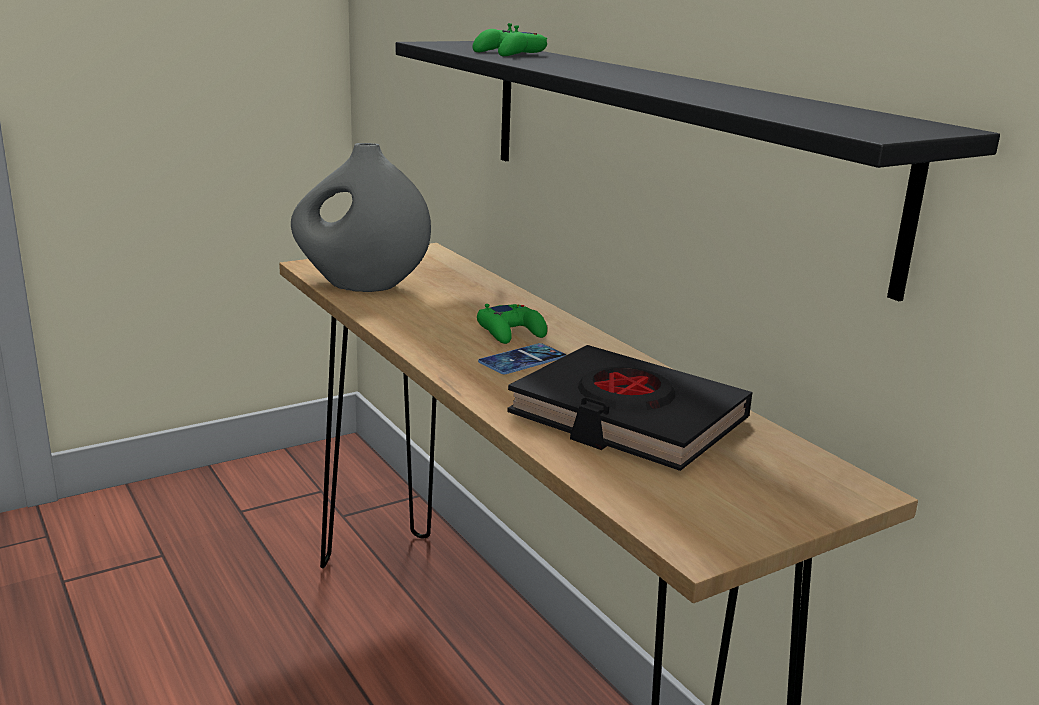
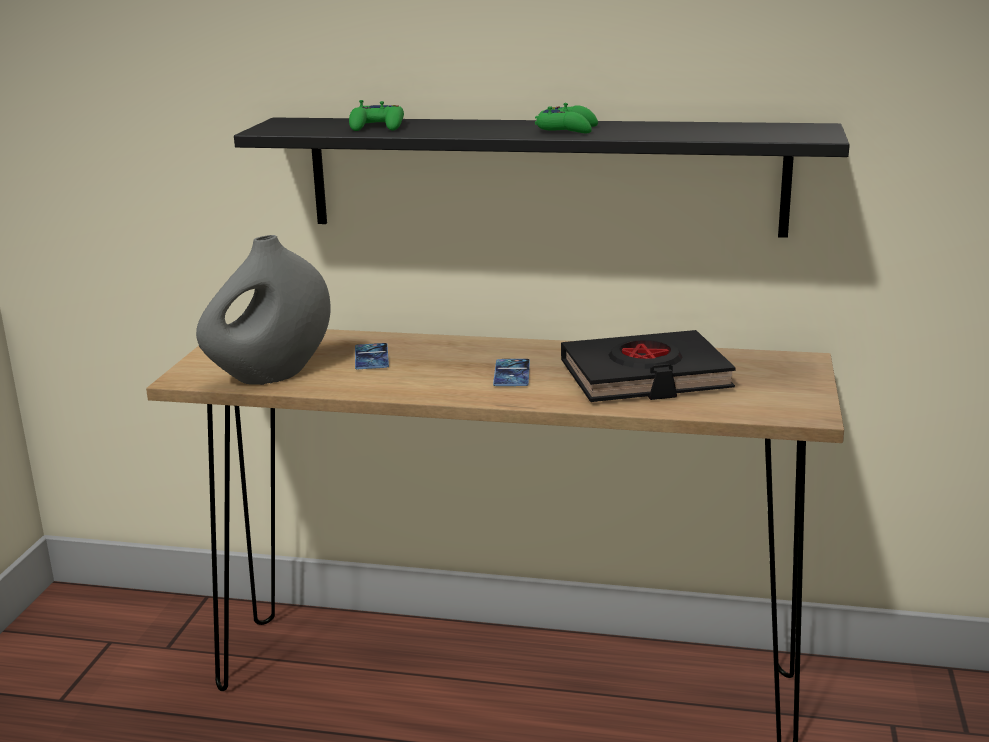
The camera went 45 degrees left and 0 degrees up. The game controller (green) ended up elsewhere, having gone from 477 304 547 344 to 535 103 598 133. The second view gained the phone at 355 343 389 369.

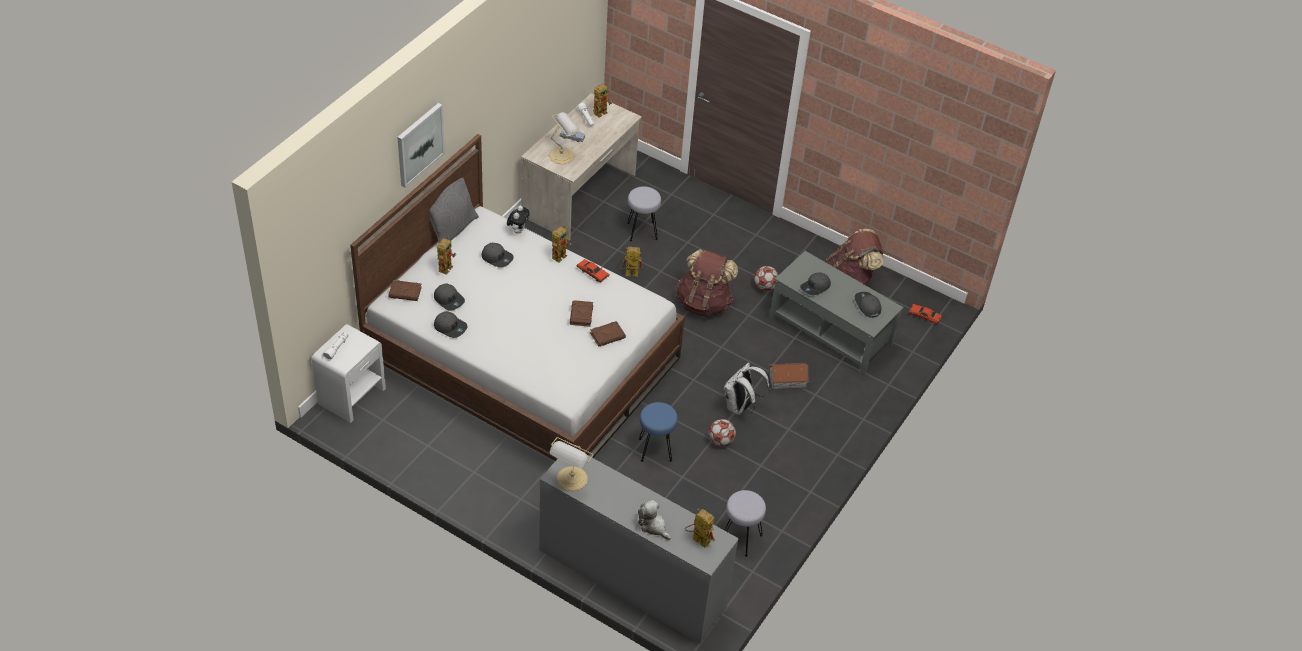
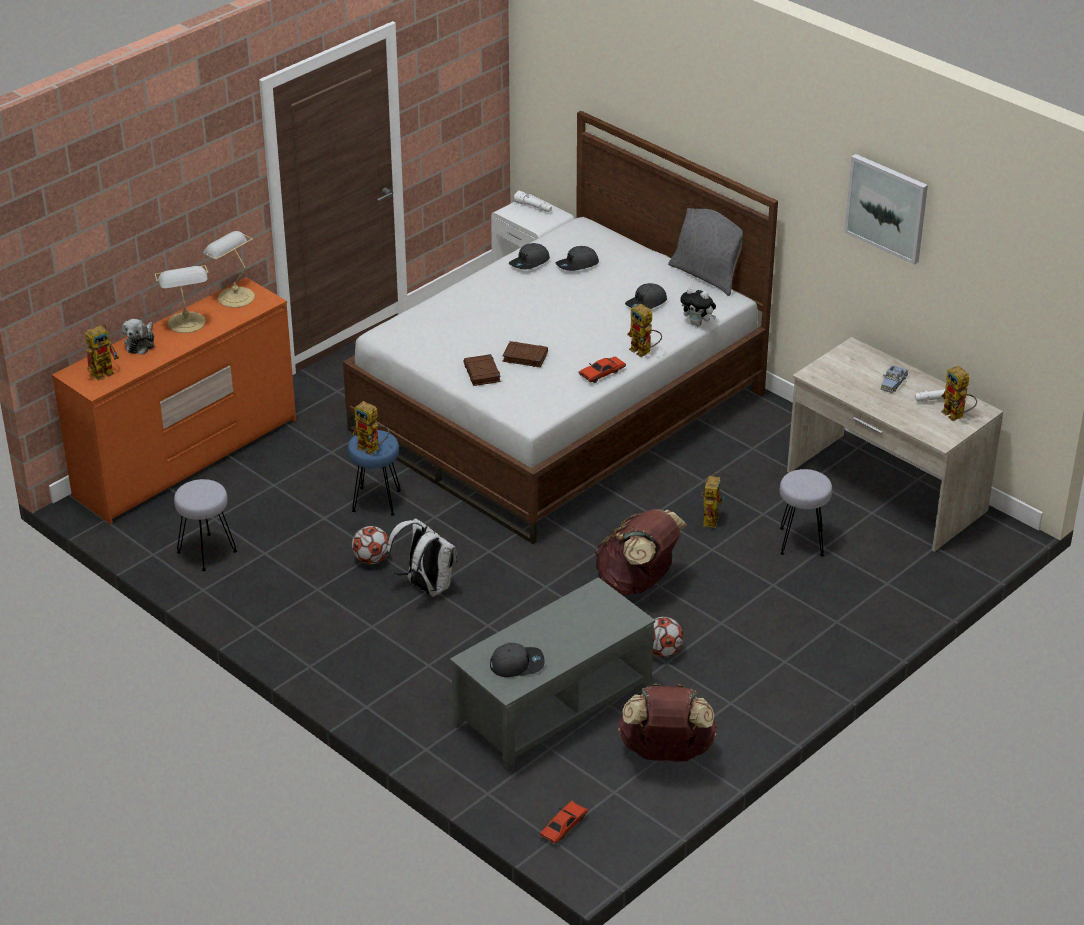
The camera went 105 degrees right and 10 degrees down. The second view lost the book (brown) at 389 280 422 301. The picture ended up elsewhere, having gone from 397 103 445 188 to 844 154 928 265. The toy robot ended up elsewhere, having gone from 437 236 456 275 to 353 401 389 455. What was the dresser (grey) at 539 455 739 644 turned into the dresser (orange) at 52 277 296 524. The table lamp ended up elsewhere, having gone from 549 112 580 164 to 154 265 209 333. The plush toy at 638 500 671 540 ended up facing another way, 135 degrees clockwise from before. The second view lost the toy house at 769 363 809 390. The second view lost the cap (grey) at 800 272 831 295.

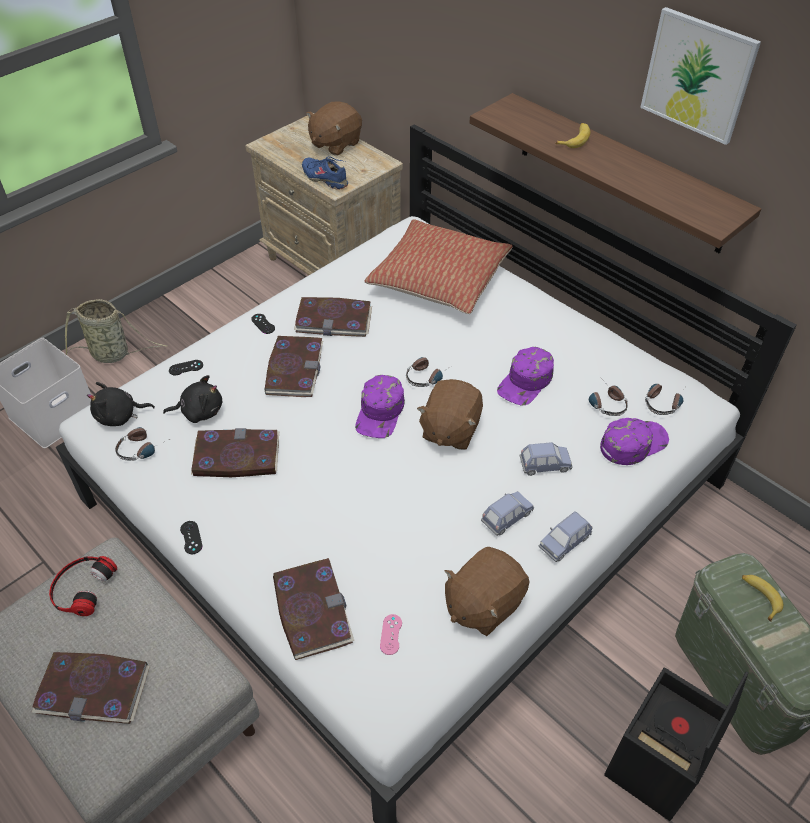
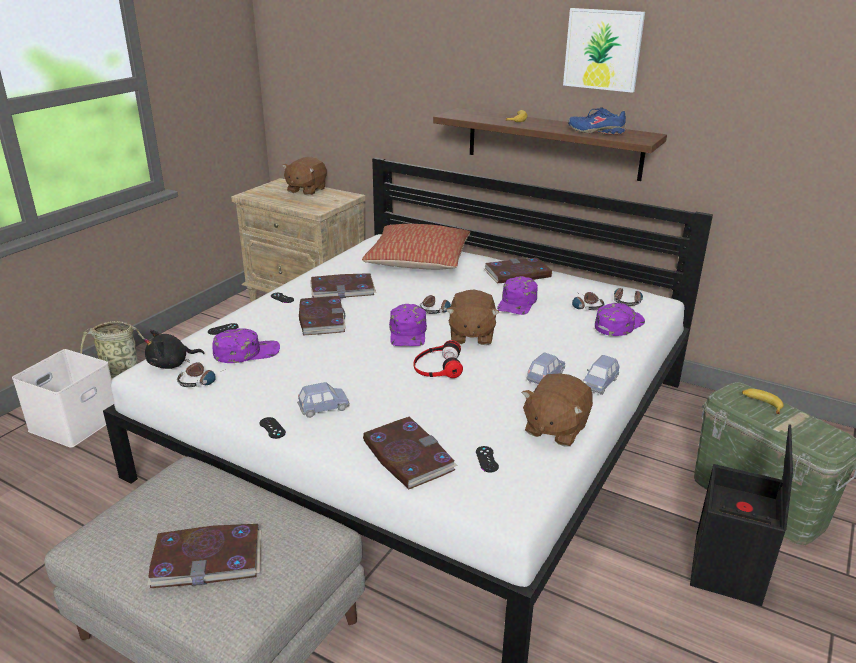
The camera went 15 degrees left and 20 degrees down. The headphones ended up elsewhere, having gone from 49 556 117 616 to 414 340 463 378. Where the plush toy (black) stood at 163 375 222 423, the cap (purple) came to stand at 212 328 280 363. The book ended up elsewhere, having gone from 191 428 279 477 to 484 258 553 283. The shoe (blue) ended up elsewhere, having gone from 302 157 348 190 to 568 107 626 135. What was the game controller (pink) at 380 614 402 655 turned into the game controller (black) at 476 446 499 472. The toy car (blue) ended up elsewhere, having gone from 519 442 573 476 to 297 382 350 418.

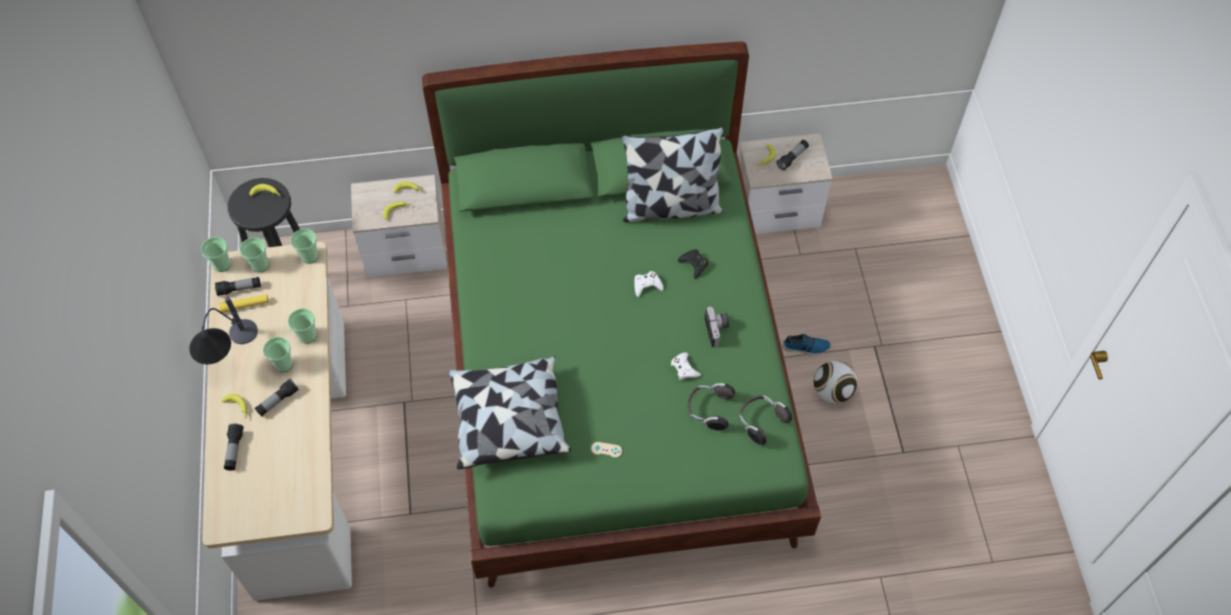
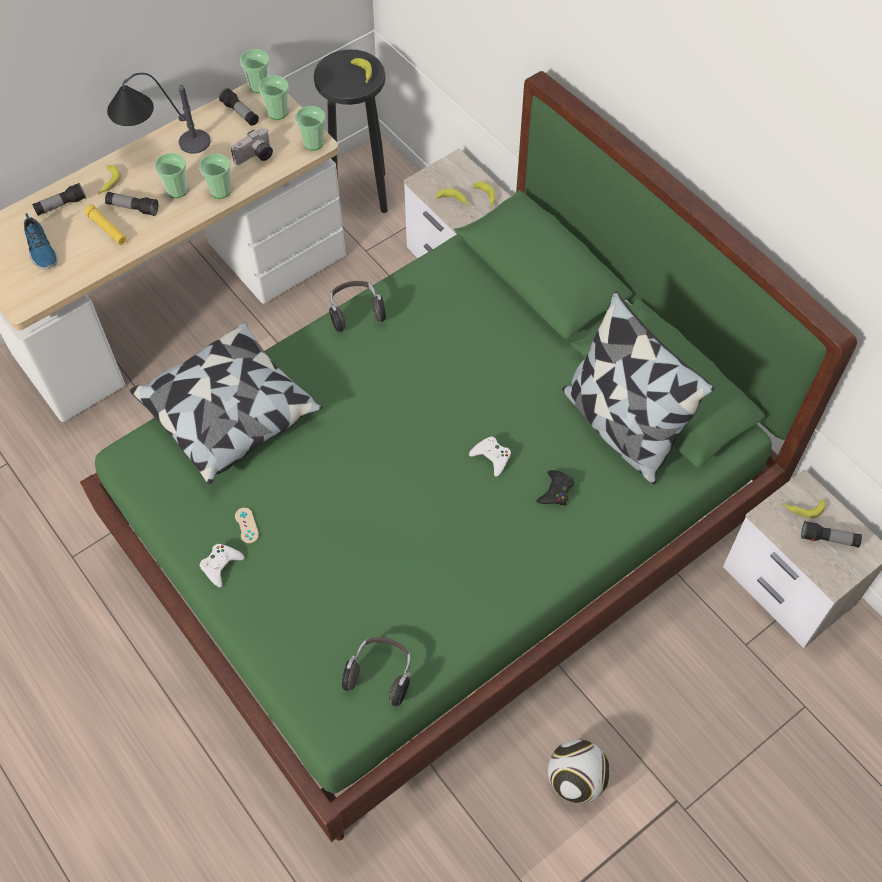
The camera went 60 degrees right and 0 degrees up. The flashlight (yellow) ended up elsewhere, having gone from 219 294 269 313 to 84 205 127 245. The game controller (white) ended up elsewhere, having gone from 671 352 701 380 to 200 544 244 587. The headphones ended up elsewhere, having gone from 688 383 735 431 to 329 281 386 332. The photo camera ended up elsewhere, having gone from 705 307 729 347 to 231 128 273 165. The shoe ended up elsewhere, having gone from 783 334 831 356 to 24 213 58 270.

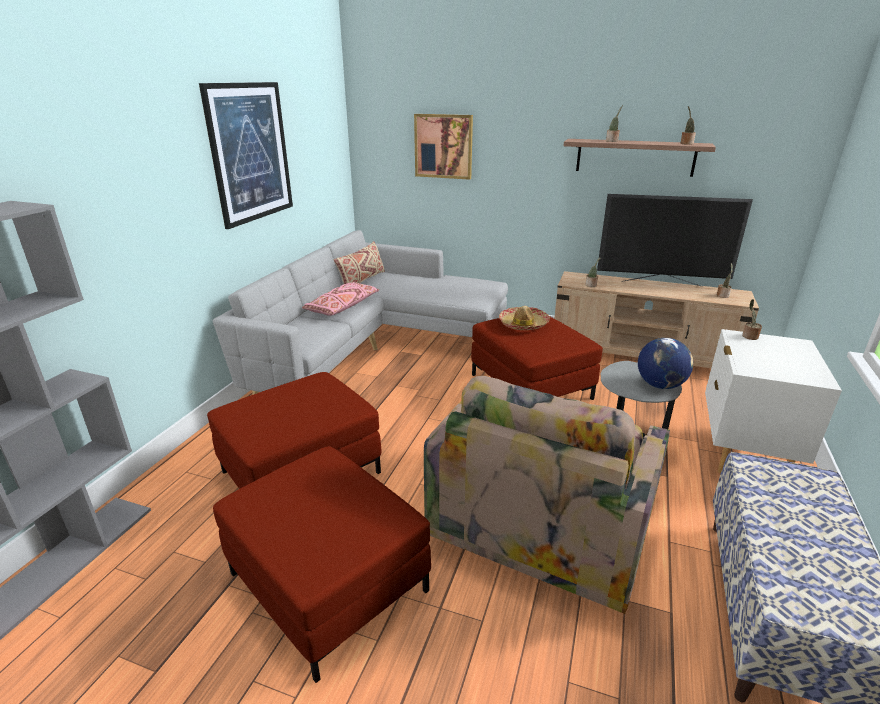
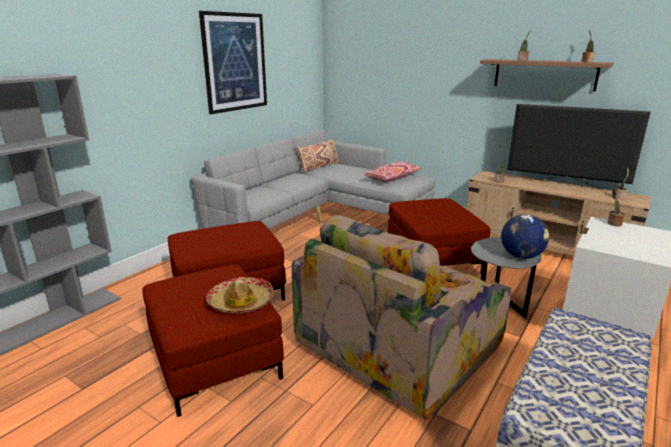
The camera went 15 degrees right and 5 degrees down. The pillow (pink) ended up elsewhere, having gone from 302 282 379 316 to 364 162 421 182. The second view lost the picture at 414 114 473 180. The hat ended up elsewhere, having gone from 499 306 550 330 to 206 277 274 314.

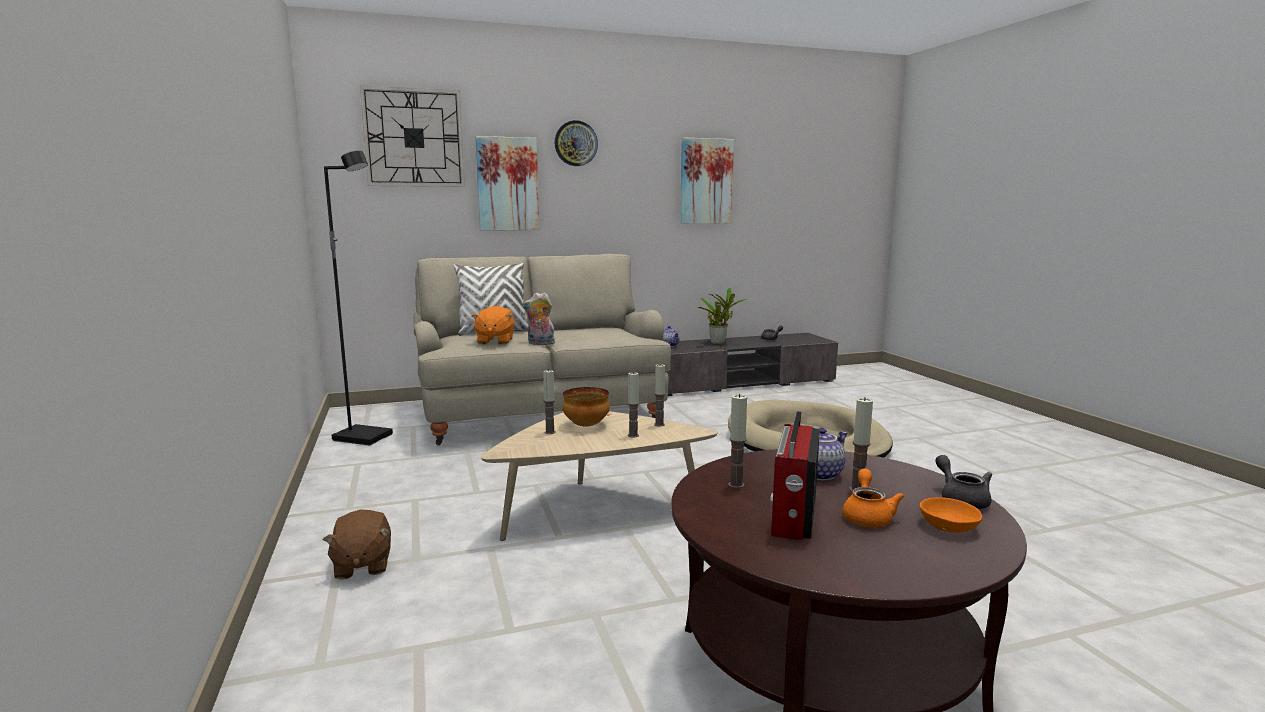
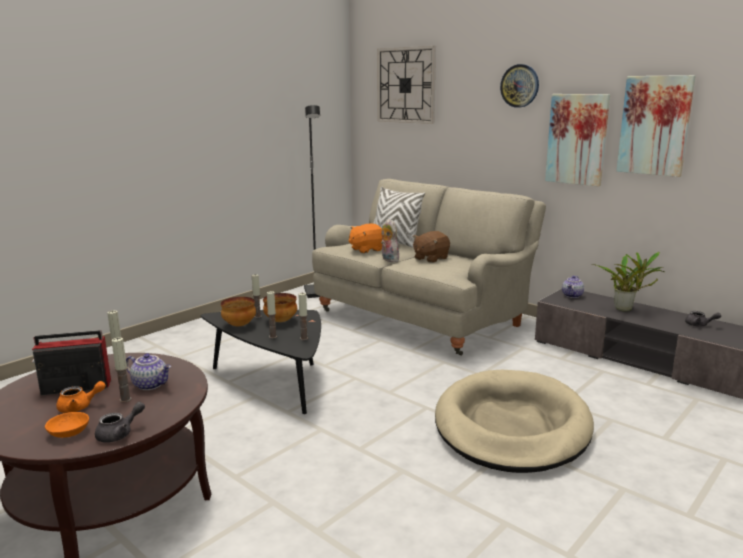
The camera went 60 degrees right and 5 degrees up. The plush toy (brown) ended up elsewhere, having gone from 323 509 391 579 to 413 231 450 263. The picture ended up elsewhere, having gone from 475 136 539 231 to 545 94 610 187. What was the coffee table (beige) at 481 411 718 541 turned into the coffee table (black) at 200 310 321 414. The second view gained the bowl at 221 297 256 326.

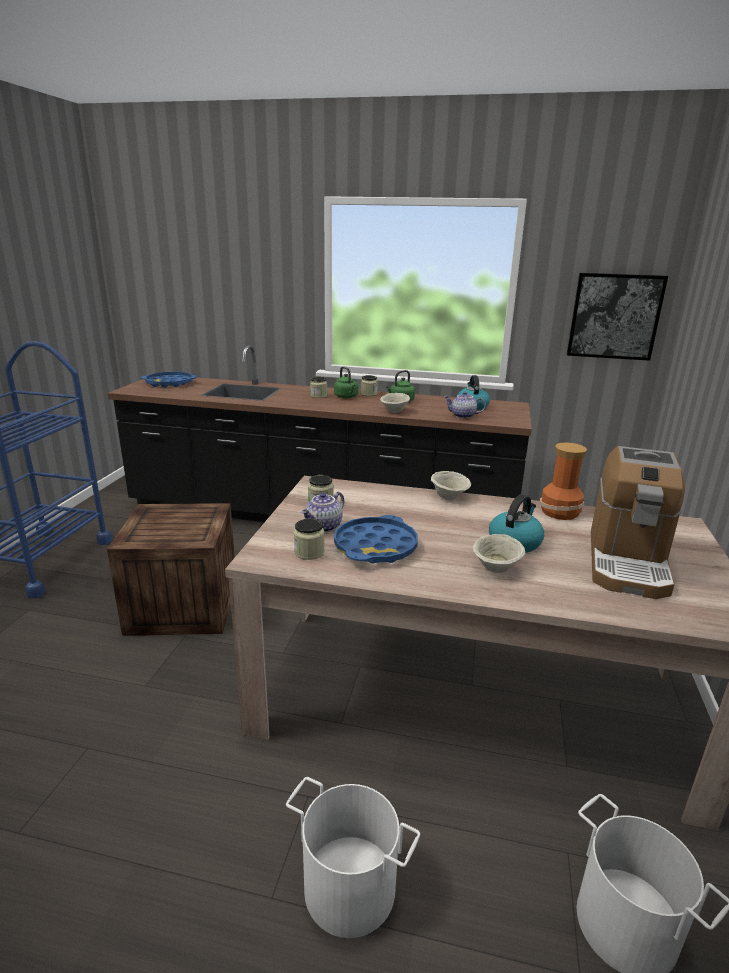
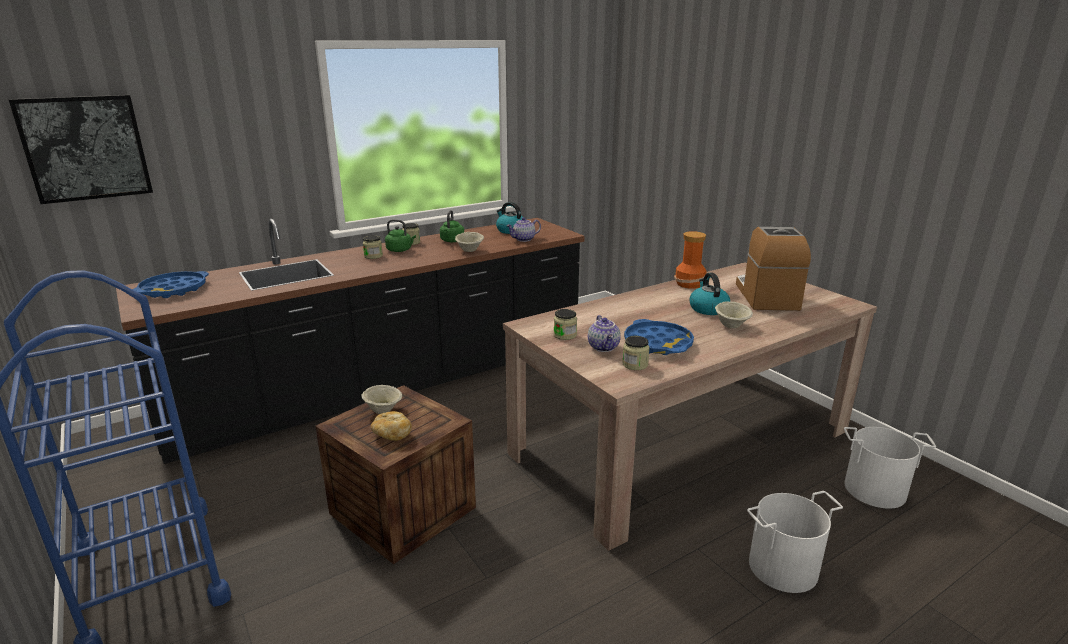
The camera went 45 degrees left and 0 degrees up. The bowl (beige) ended up elsewhere, having gone from 431 471 471 500 to 361 385 402 414. The picture ended up elsewhere, having gone from 567 273 668 361 to 9 95 153 204. The coffee machine at 591 446 685 599 ended up facing another way, 150 degrees counterclockwise from before. The second view gained the bread at 371 411 412 441.

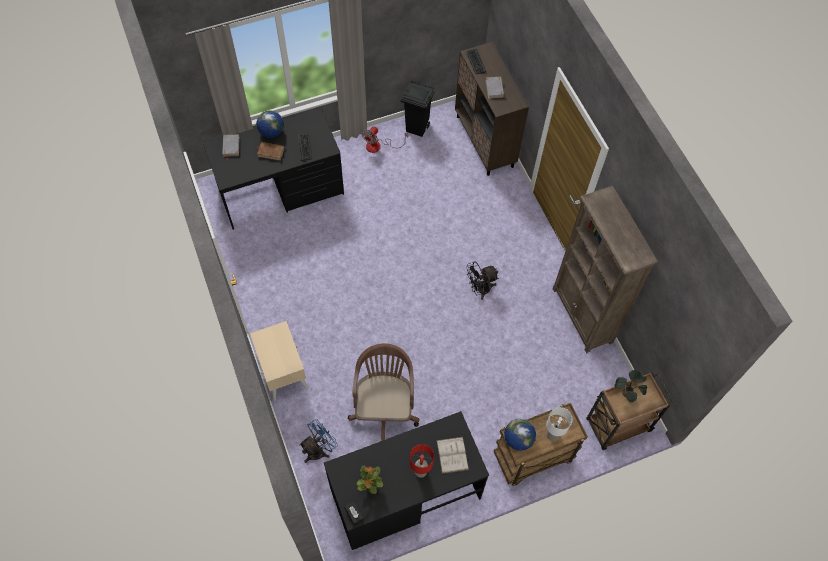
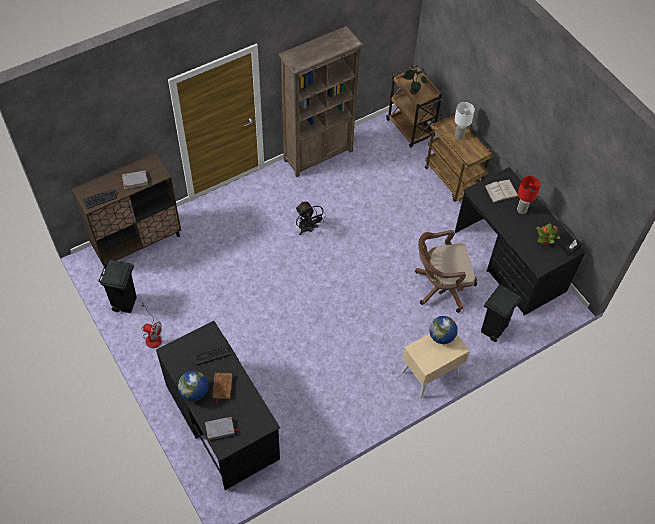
The camera went 100 degrees left and 5 degrees down. Where the fan (blue) stood at 299 419 338 463, the trash can (black) came to stand at 481 285 522 342. The globe ended up elsewhere, having gone from 504 419 536 451 to 429 316 457 344.

